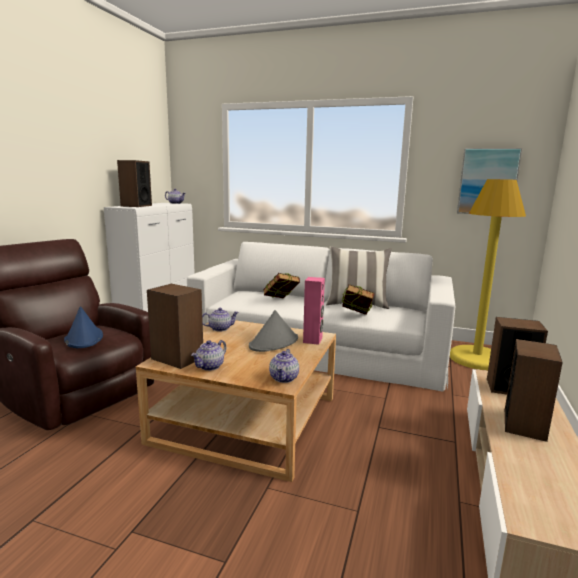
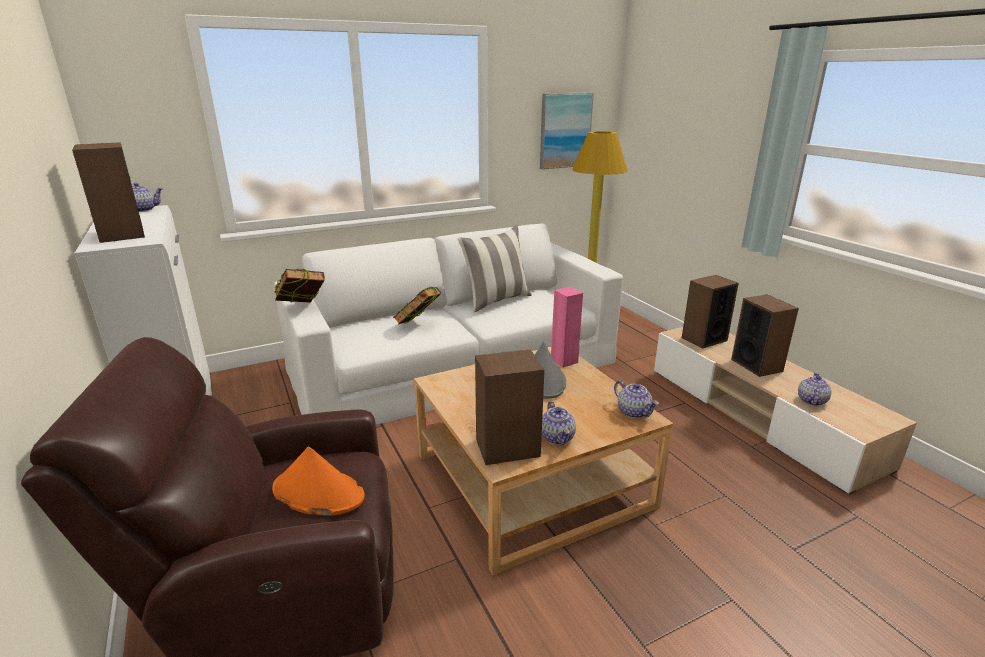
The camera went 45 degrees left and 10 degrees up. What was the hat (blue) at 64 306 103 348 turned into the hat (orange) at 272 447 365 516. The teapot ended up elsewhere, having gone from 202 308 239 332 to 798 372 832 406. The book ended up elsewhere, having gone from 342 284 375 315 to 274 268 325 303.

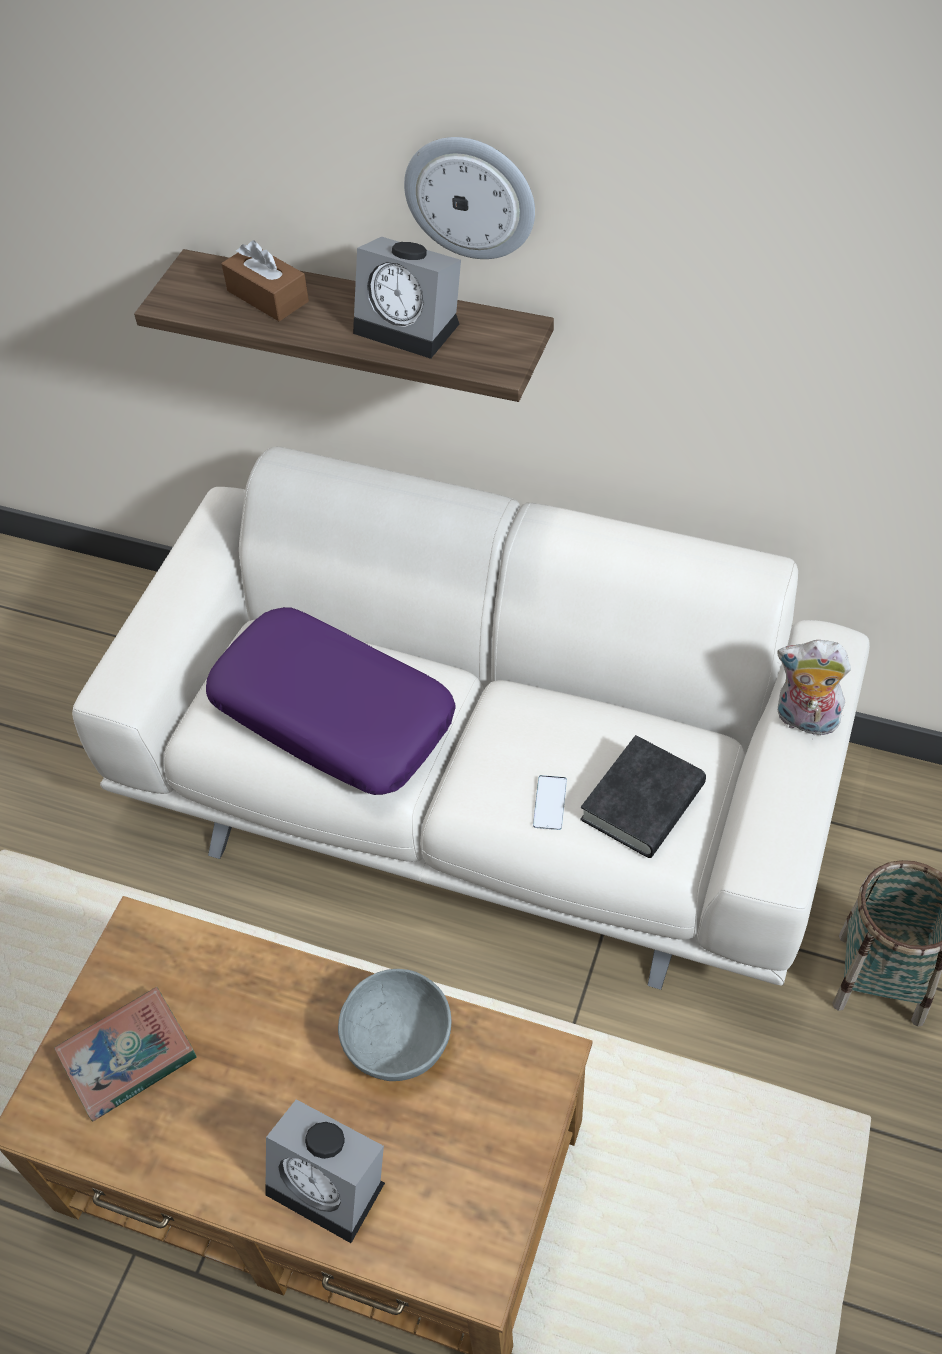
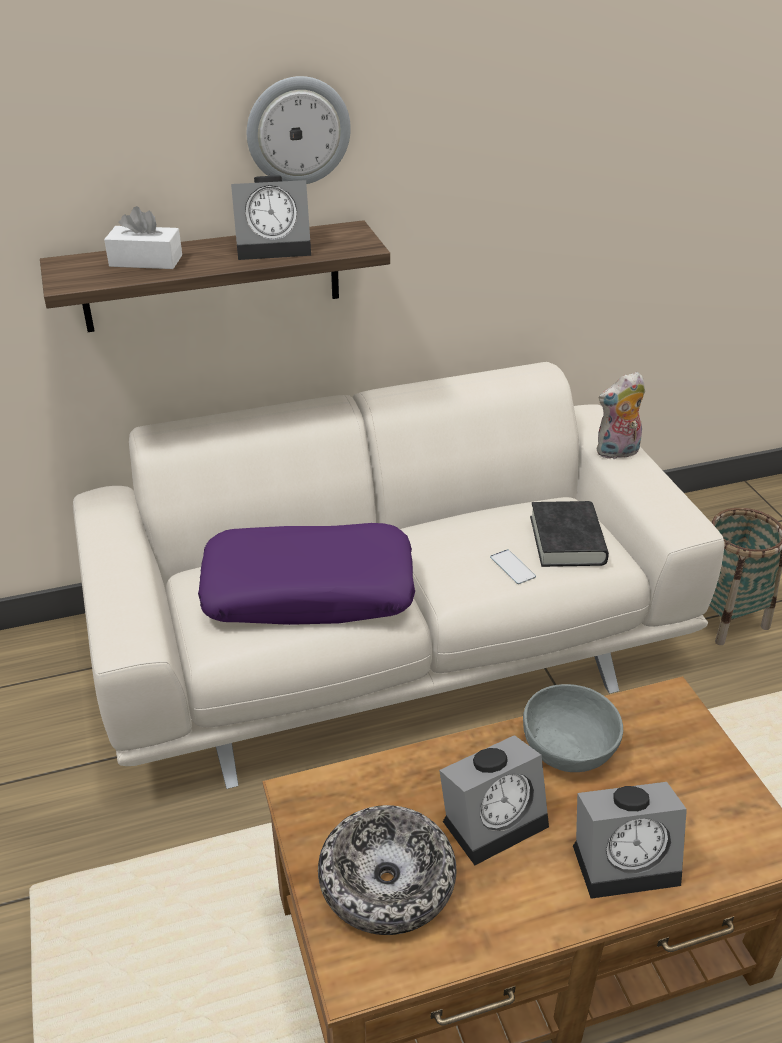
The camera went 40 degrees left and 15 degrees down. Where the book stood at 54 987 197 1121, the bowl came to stand at 318 805 457 935. What was the tissue box (brown) at 222 241 309 321 turned into the tissue box (white) at 104 206 182 269. The second view gained the alarm clock at 439 735 549 865.

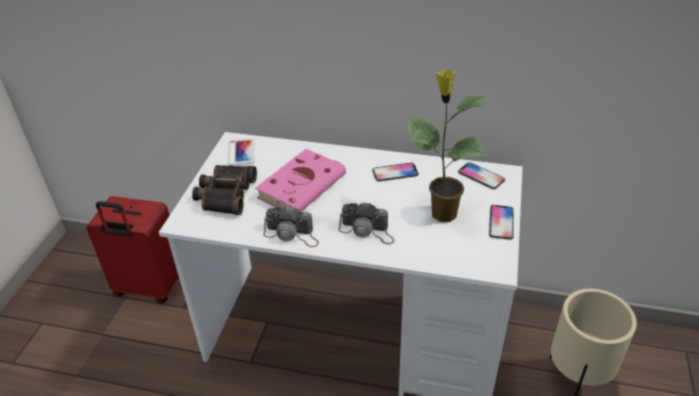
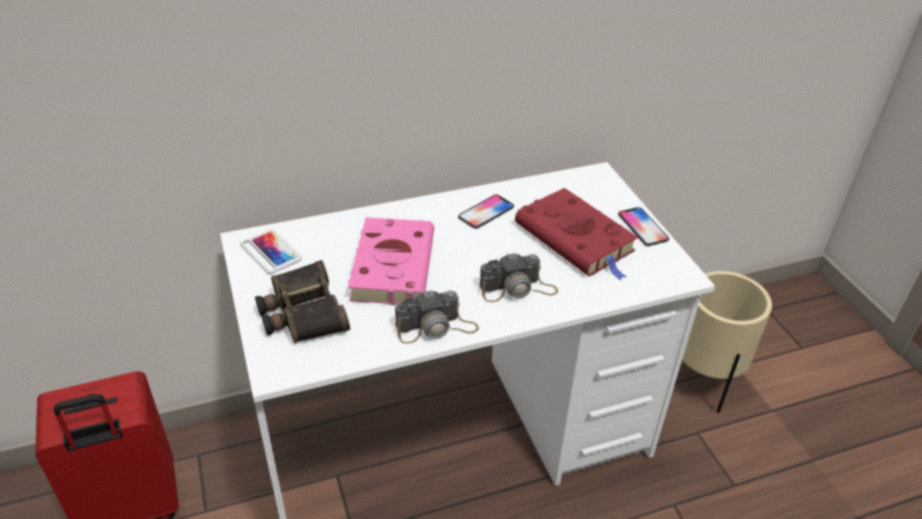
The camera went 35 degrees left and 0 degrees up. Where the potted plant stood at 407 69 490 222, the book (red) came to stand at 515 188 638 280. The second view lost the phone at 458 162 505 189.

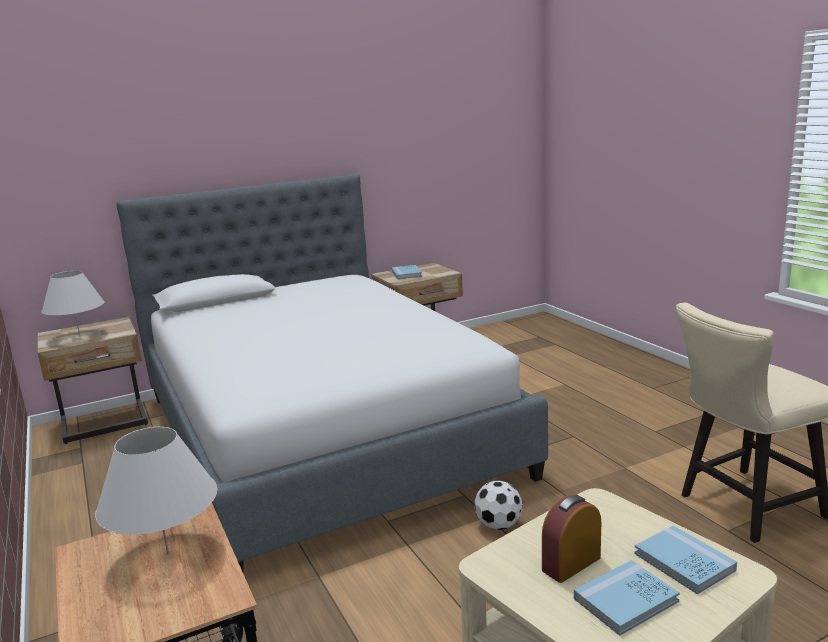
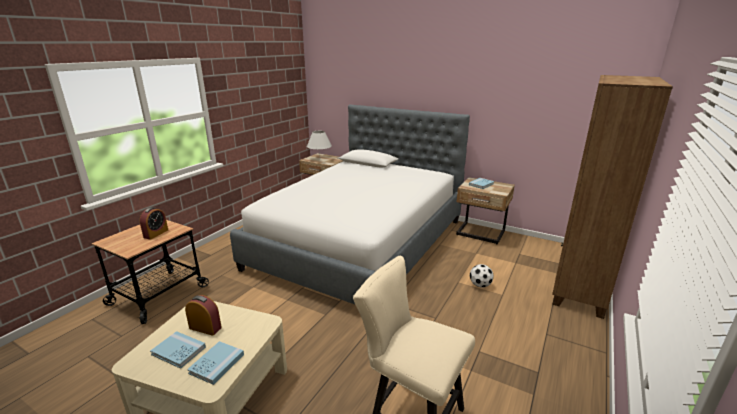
The camera went 55 degrees right and 5 degrees up. Where the table lamp (white) stood at 95 427 217 555, the alarm clock came to stand at 140 207 168 240. The football ended up elsewhere, having gone from 475 480 523 530 to 470 264 494 288. The second view gained the bookcase (brown) at 552 75 673 319.

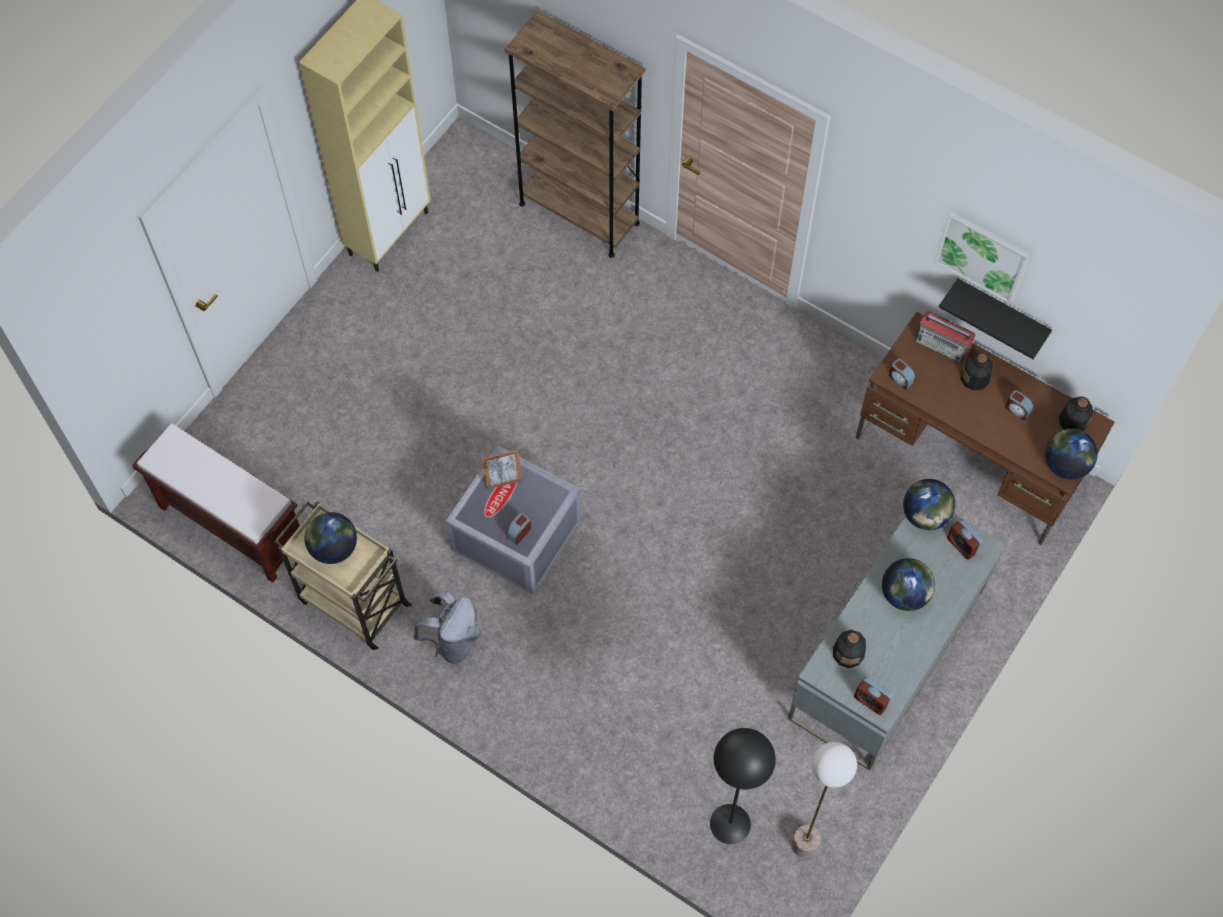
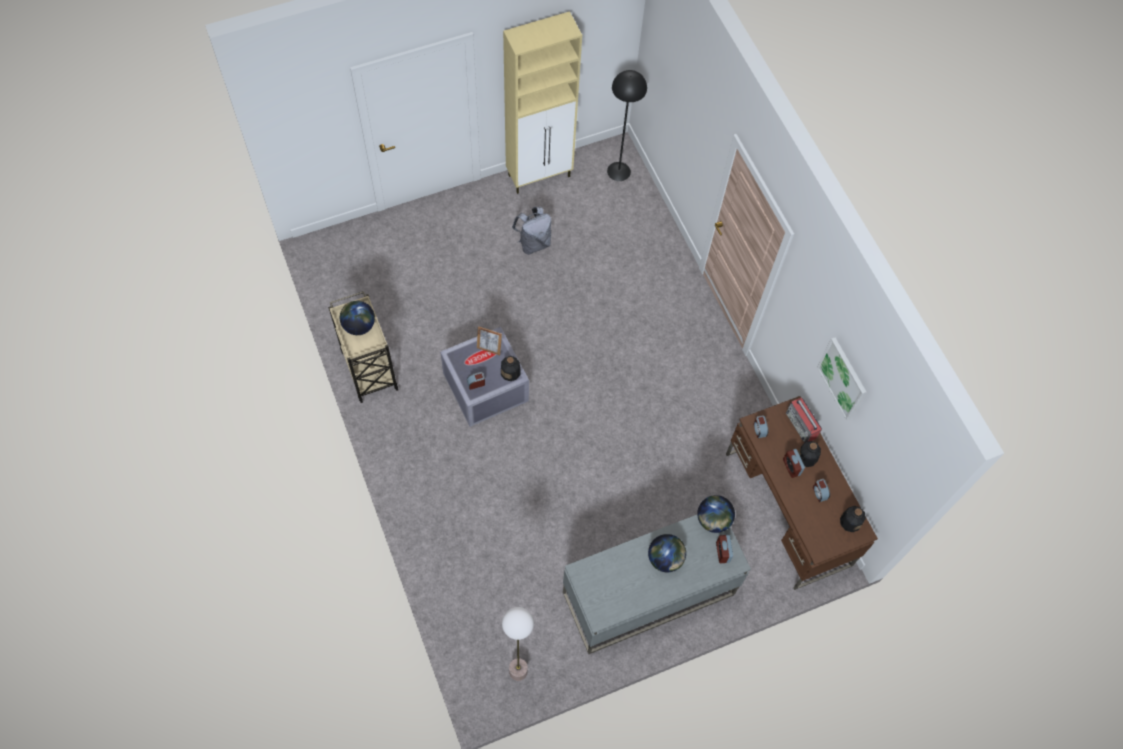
The camera went 30 degrees right and 0 degrees up. The second view lost the bench (brown) at 132 423 300 582. The backpack (grey) ended up elsewhere, having gone from 413 591 481 664 to 512 207 551 255. The second view lost the bookcase (brown) at 505 10 646 258. The floor lamp (black) ended up elsewhere, having gone from 710 728 776 844 to 607 70 647 181. The bottle ended up elsewhere, having gone from 833 630 866 668 to 501 356 520 381. The alarm clock ended up elsewhere, having gone from 854 676 892 715 to 783 449 805 478. The second view lost the shelf (black) at 939 278 1052 359. The second view lost the globe at 1045 429 1098 480.

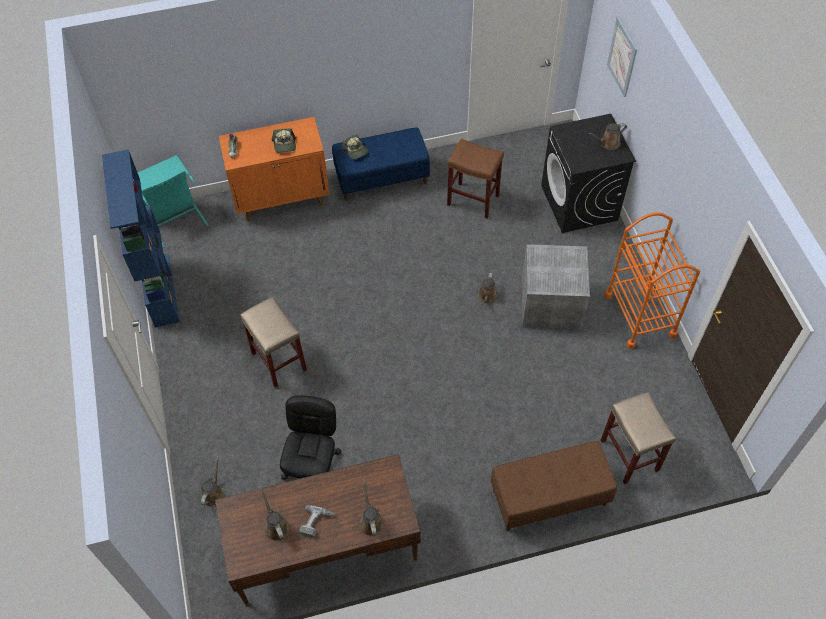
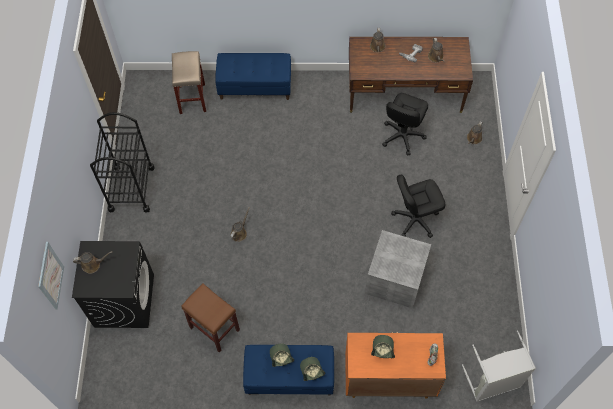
The camera went 165 degrees left and 5 degrees up. The second view lost the bookcase (blue) at 102 149 179 327. What was the laundry basket (turquoise) at 138 155 209 247 turned into the laundry basket (grey) at 462 330 536 402. Where the stool (beige) stood at 240 297 307 388, the office chair (black) came to stand at 391 175 445 238. What was the bench (brown) at 491 441 617 531 turned into the bench (blue) at 215 53 291 100. The storage box (grey) ended up elsewhere, having gone from 522 244 590 329 to 365 230 431 309. What was the cart (orange) at 604 212 700 349 turned into the cart (black) at 90 112 155 213. The second view gained the cap at 270 343 294 367.

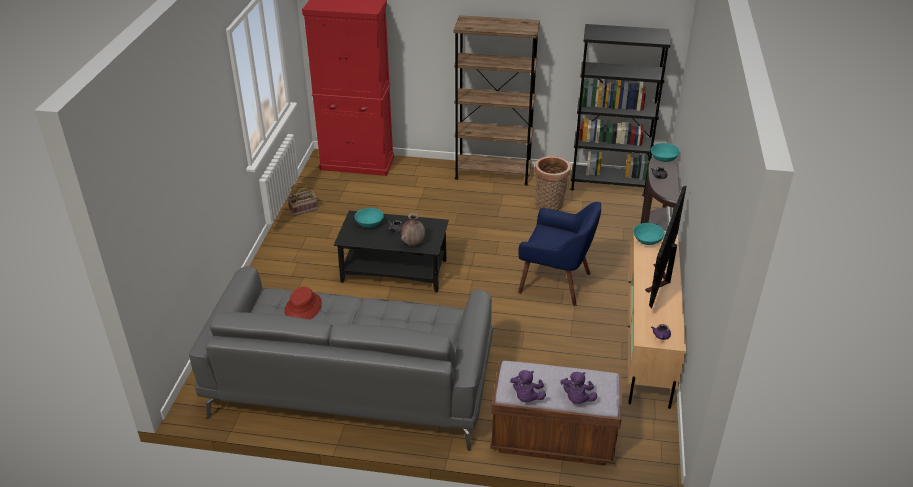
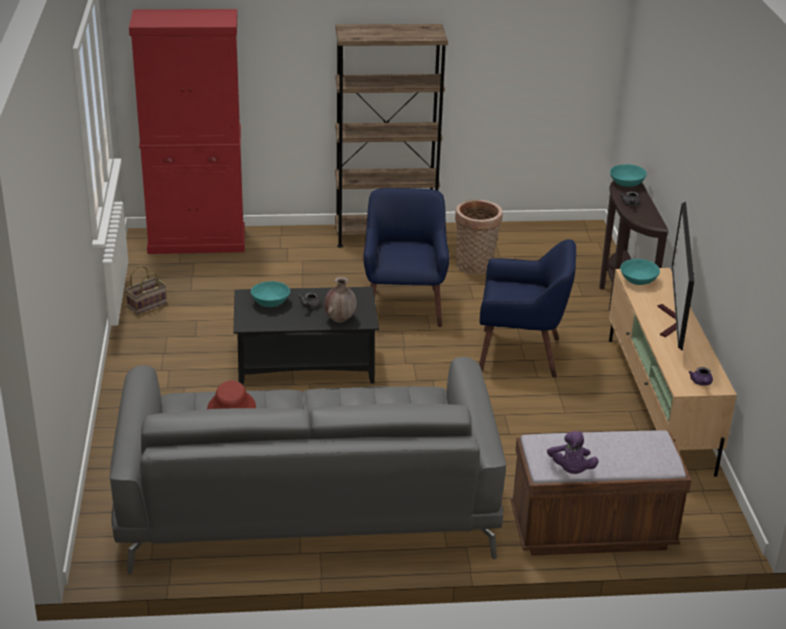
The camera went 15 degrees left and 5 degrees down. The second view lost the plush toy (purple) at 560 372 597 404. The second view lost the bookcase (black) at 570 24 671 197. The second view gained the armchair (blue) at 363 188 449 327.

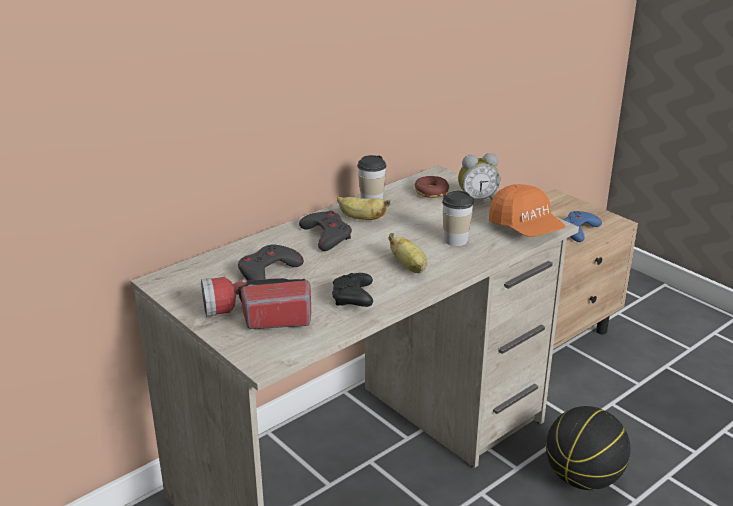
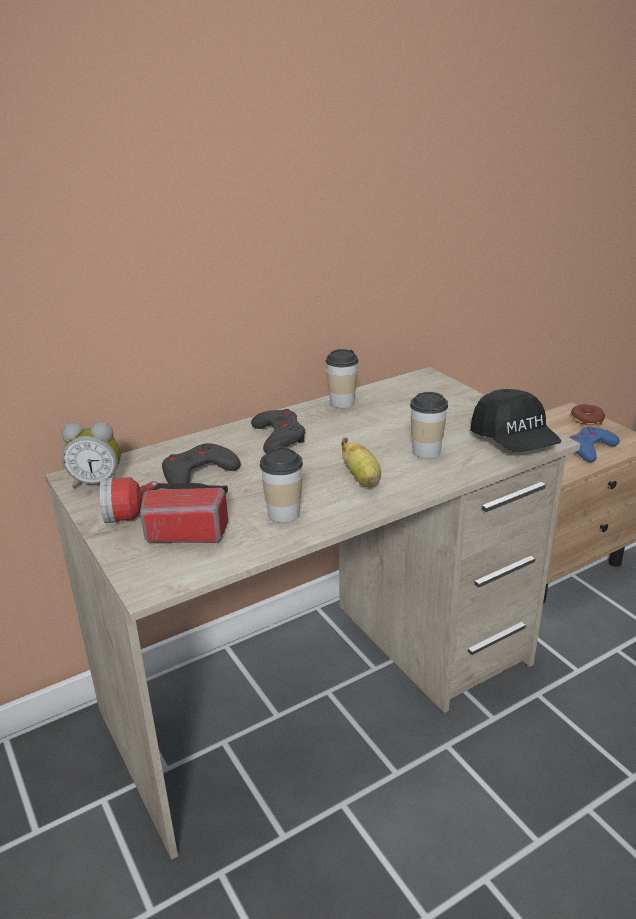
The camera went 10 degrees right and 0 degrees up. Where the game controller (black) stood at 332 273 373 307, the cup came to stand at 260 447 303 523. The second view lost the banana at 337 197 390 220. The donut ended up elsewhere, having gone from 415 176 449 198 to 571 404 605 425. The alarm clock ended up elsewhere, having gone from 458 153 500 200 to 62 422 121 488. What was the cap (orange) at 489 184 566 237 turned into the cap (black) at 470 389 561 452. The second view lost the basketball at 546 406 631 490.

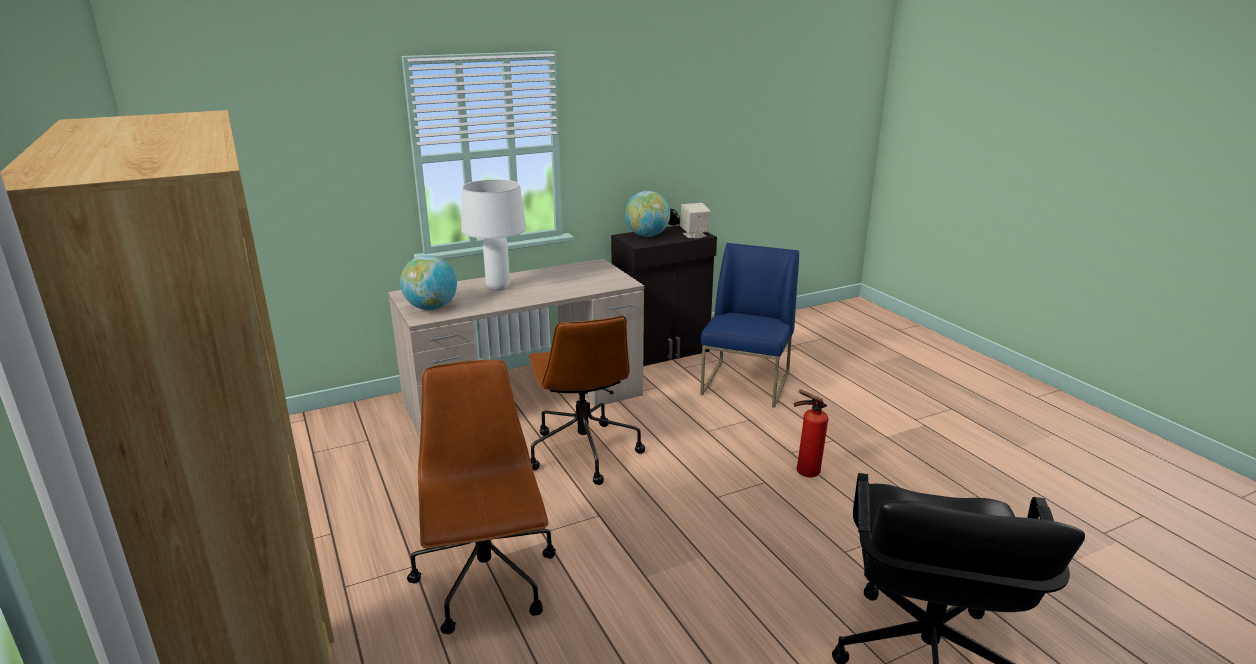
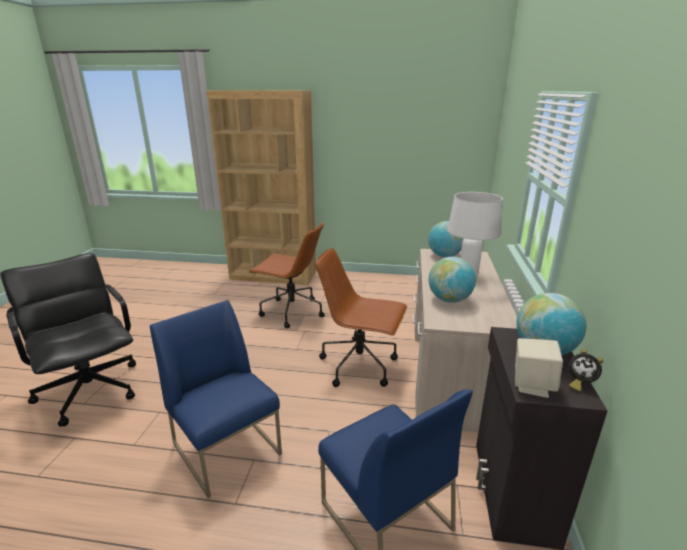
The camera went 125 degrees right and 0 degrees up. Where the fire extinguisher stood at 794 389 828 477, the chair (blue) came to stand at 150 300 282 498. The second view gained the globe at 429 257 476 303.

